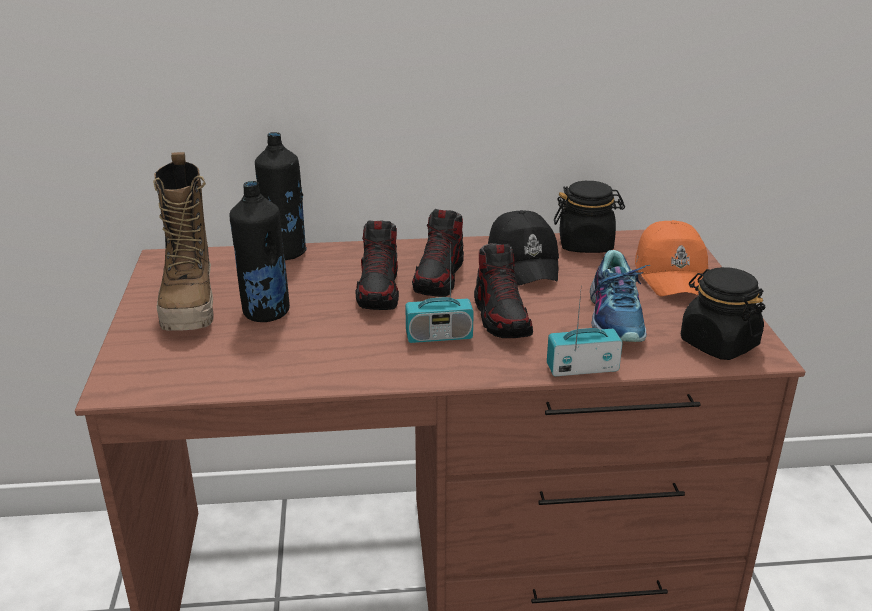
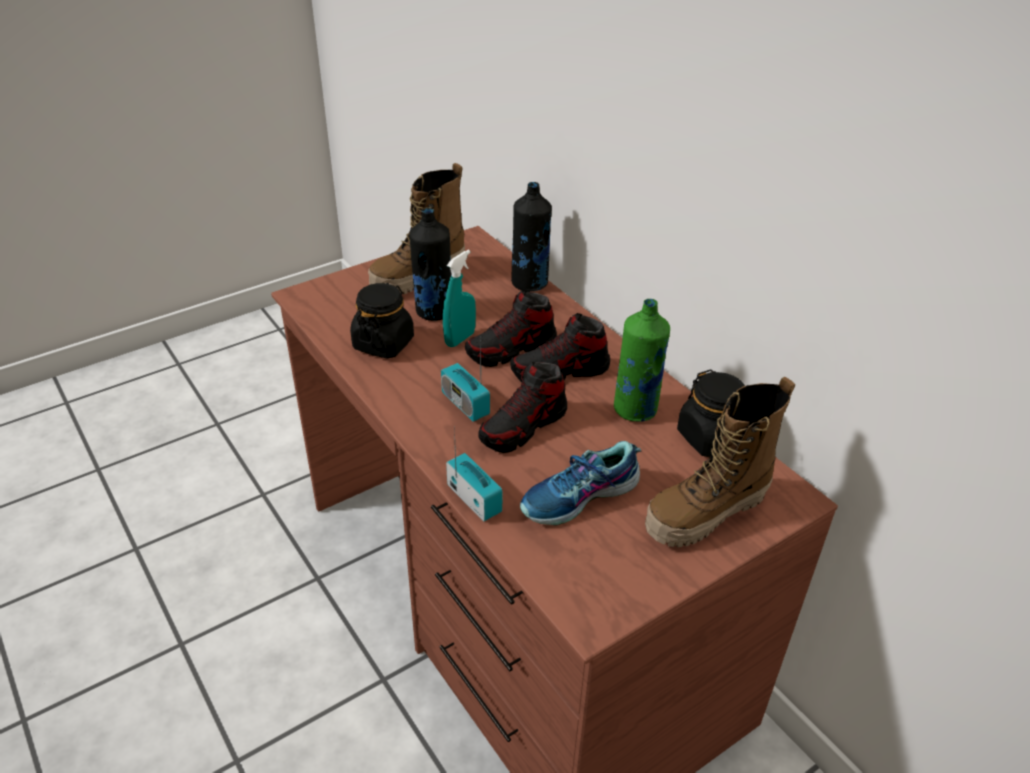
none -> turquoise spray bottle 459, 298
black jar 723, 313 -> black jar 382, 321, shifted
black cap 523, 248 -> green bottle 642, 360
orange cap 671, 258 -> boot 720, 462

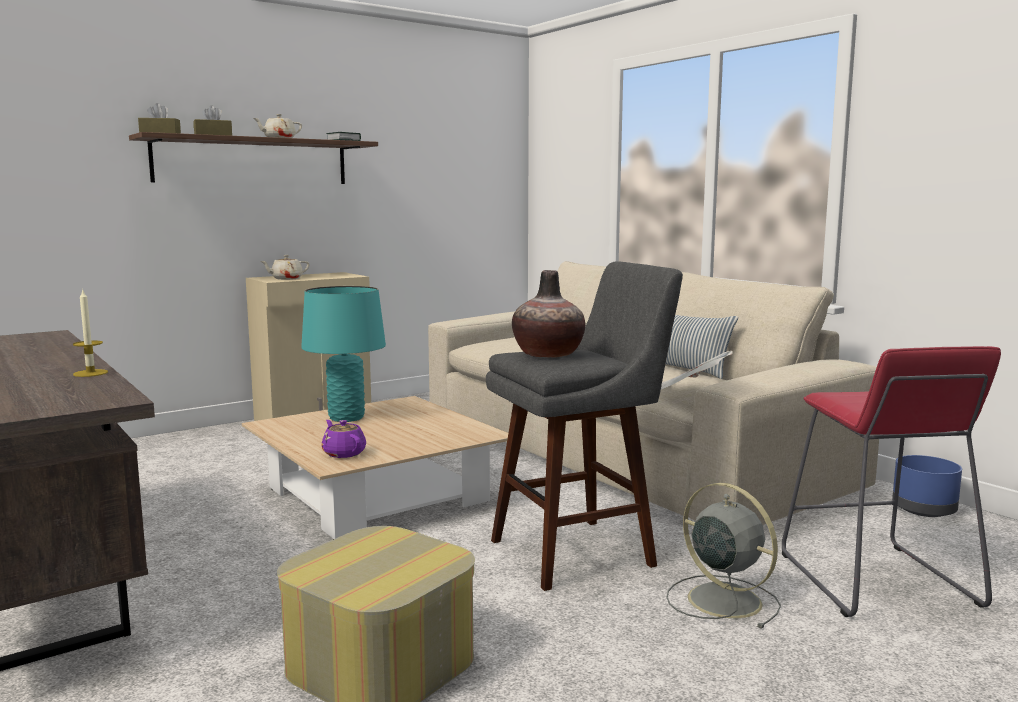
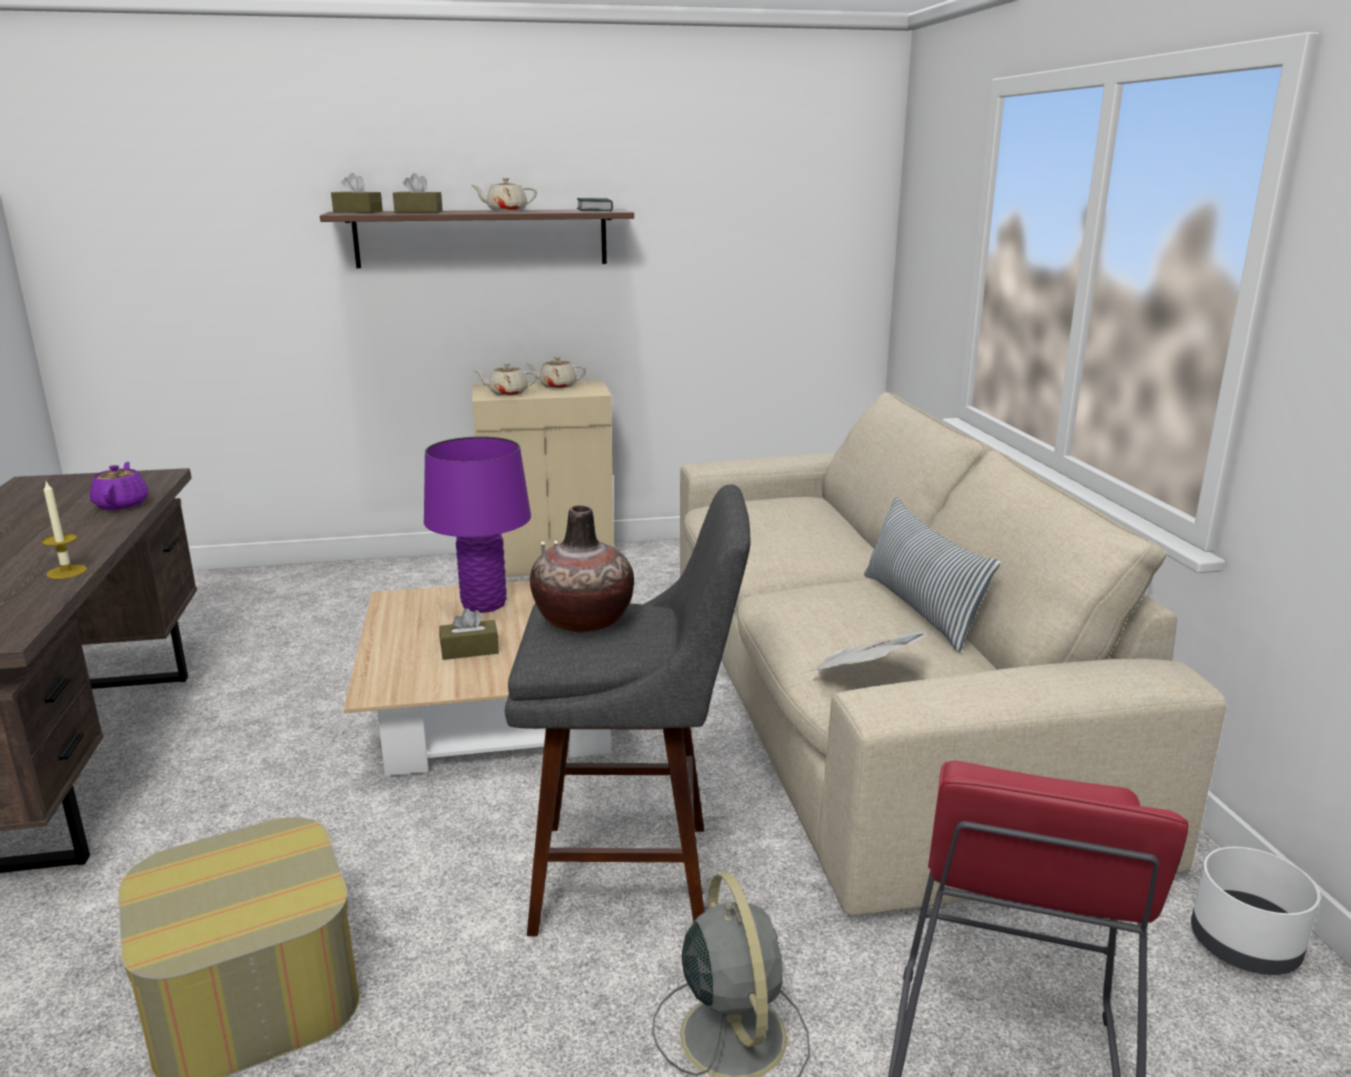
none -> brown tissue box 469, 634
none -> beige teapot 556, 373
purple teapot 344, 439 -> purple teapot 119, 486, shifted
turquoise table lamp 343, 354 -> purple table lamp 477, 525
blue planter 927, 486 -> white planter 1255, 911

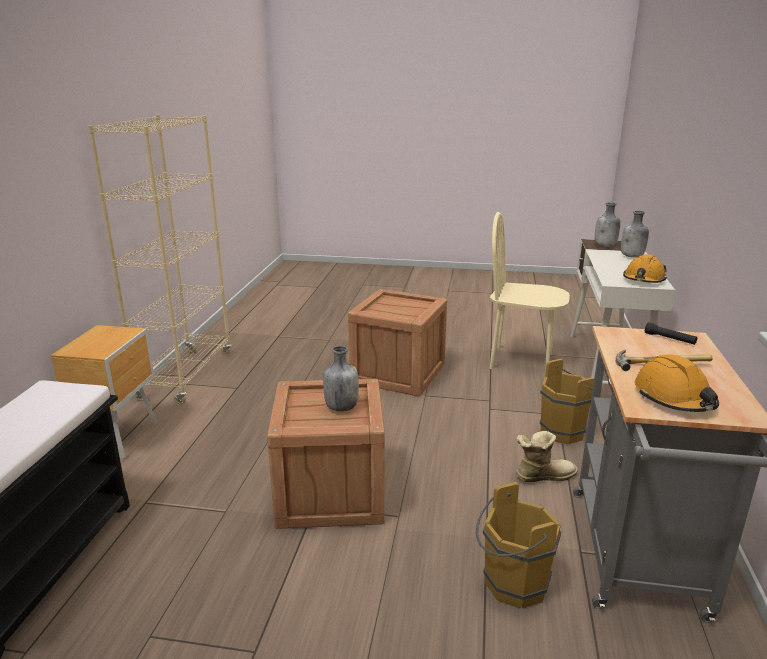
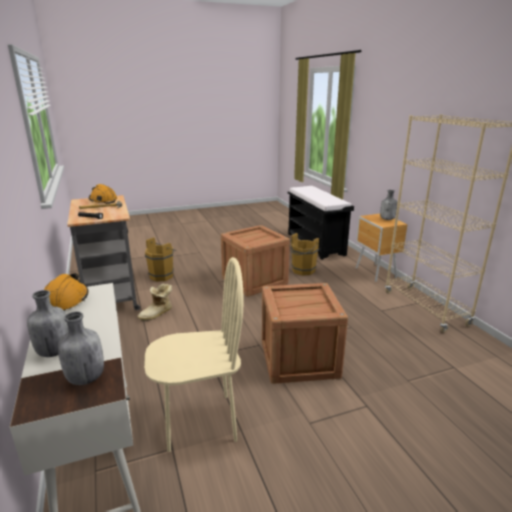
grey bottle 341, 379 -> grey bottle 389, 205, shifted
brown bucket 567, 401 -> brown bucket 304, 254, shifted

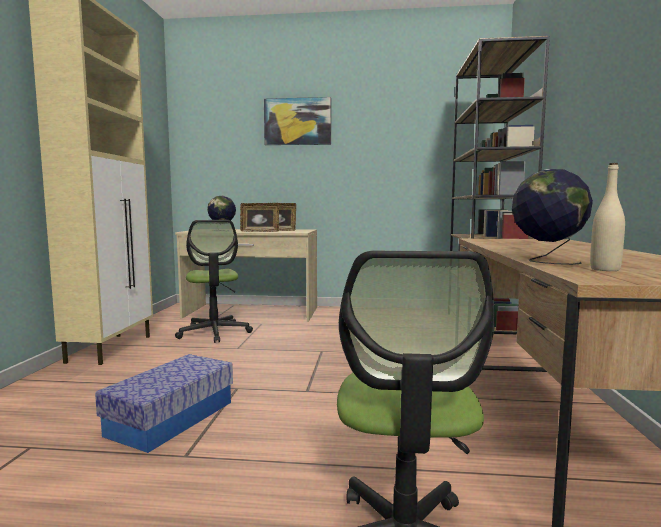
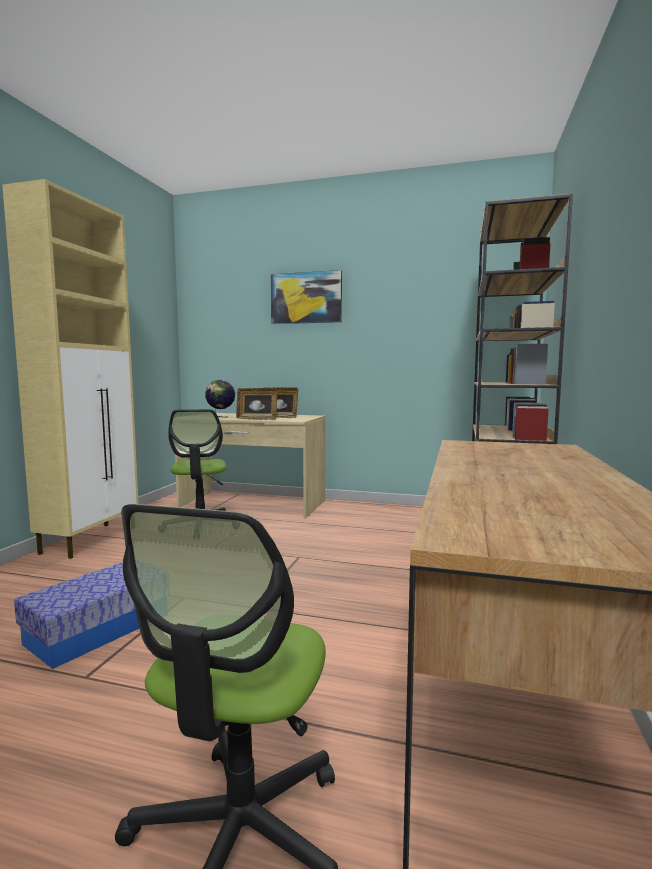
globe 552, 217 -> none
beige bottle 607, 217 -> none

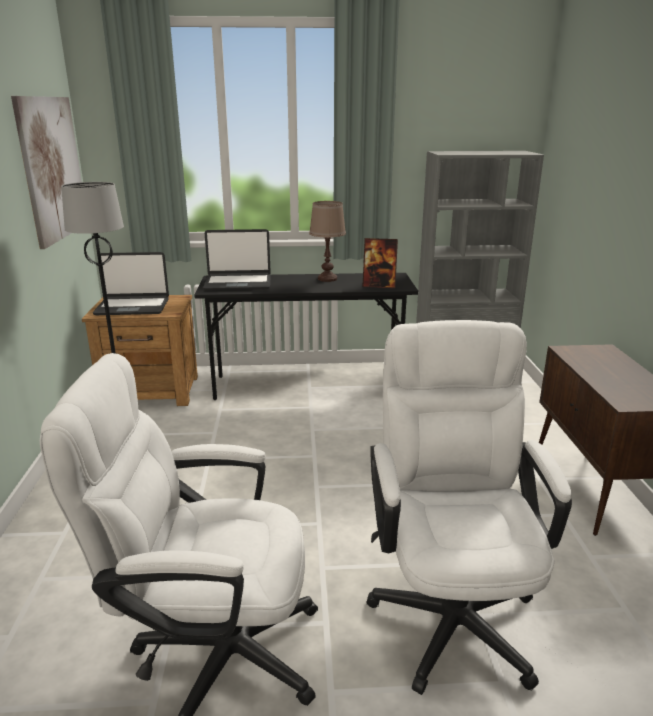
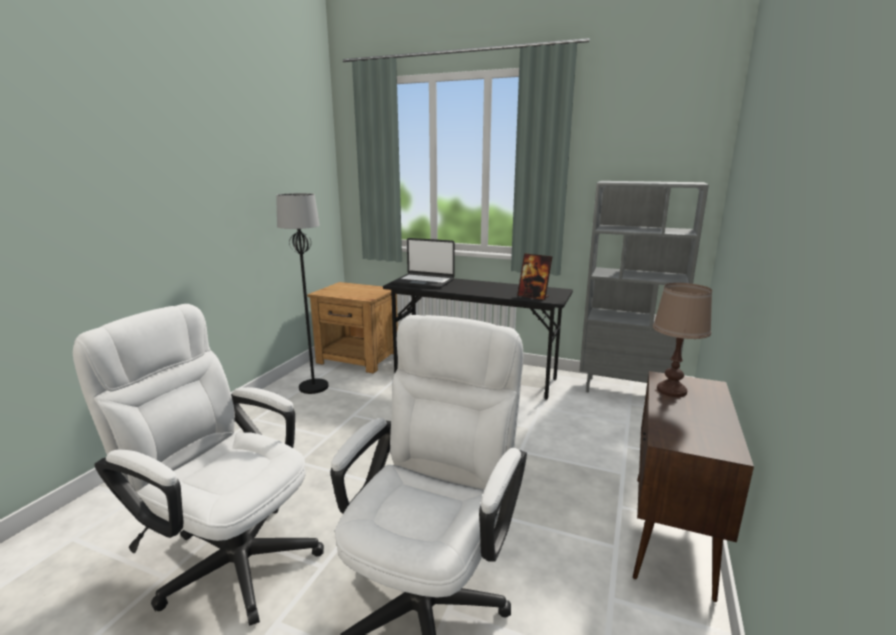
picture 46, 172 -> none
laptop 131, 283 -> none
brown table lamp 327, 241 -> brown table lamp 682, 340, shifted

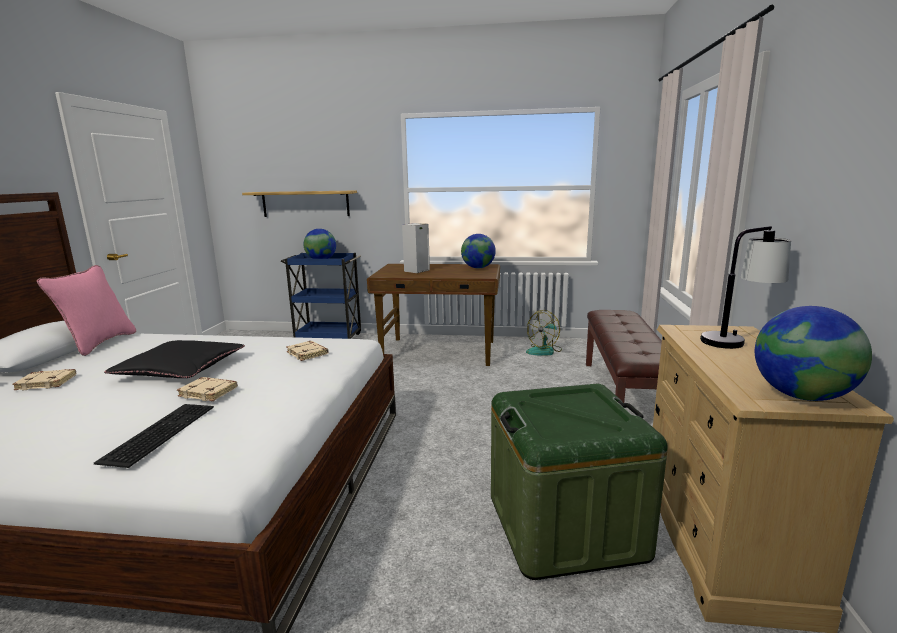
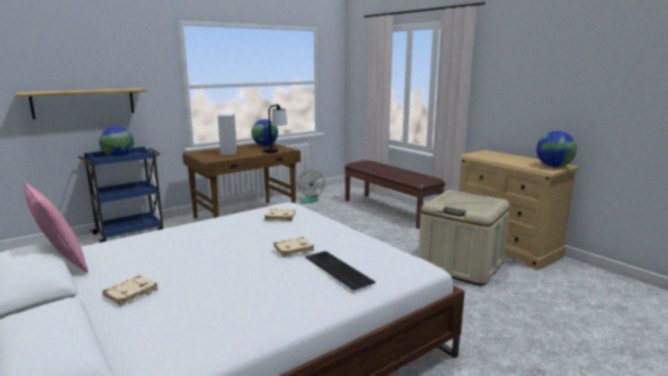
black pillow 174, 359 -> none
table lamp 745, 287 -> table lamp 275, 128, shifted
green storage box 579, 482 -> beige storage box 464, 238

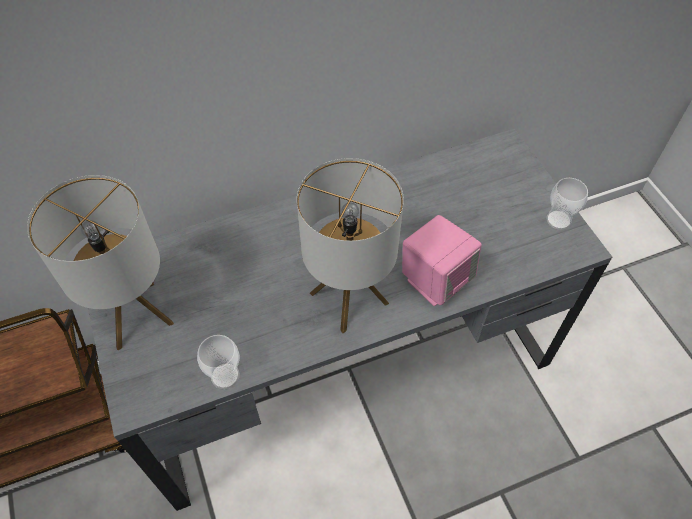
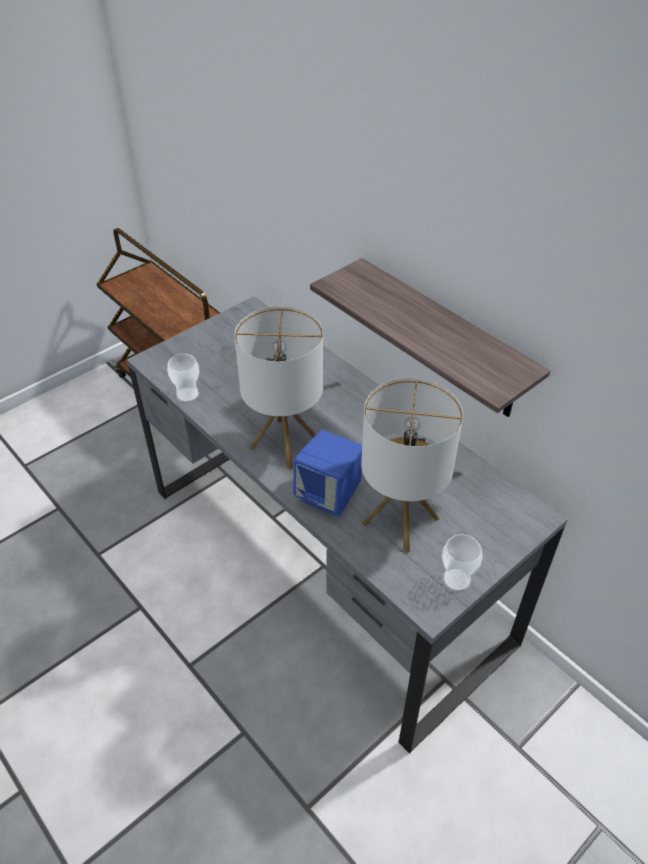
none -> shelf 430, 337
table lamp 100, 262 -> table lamp 412, 466, shifted
pink speaker 442, 260 -> blue speaker 327, 473

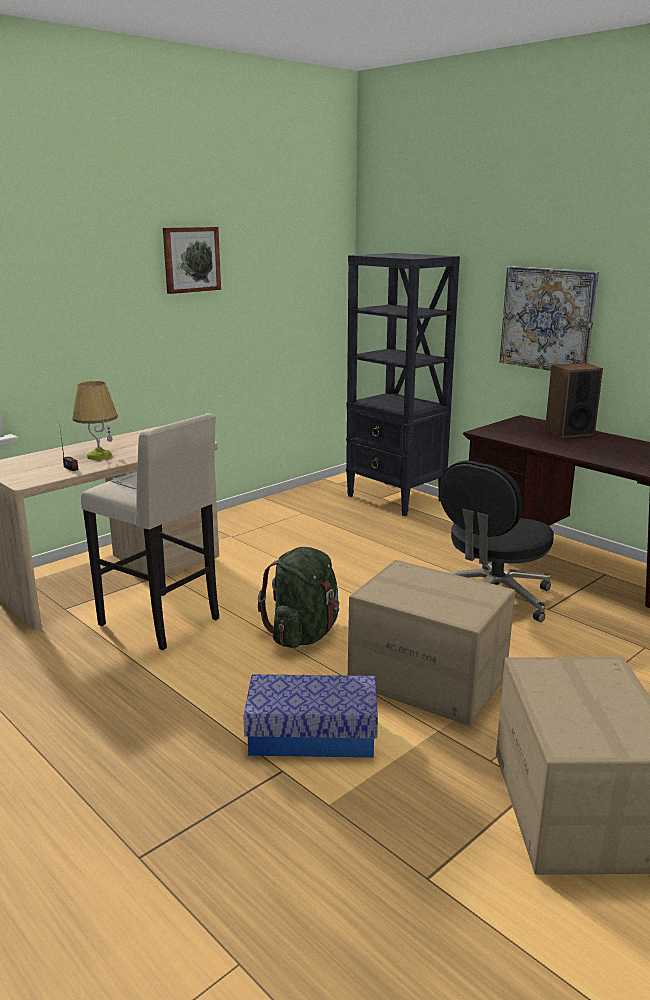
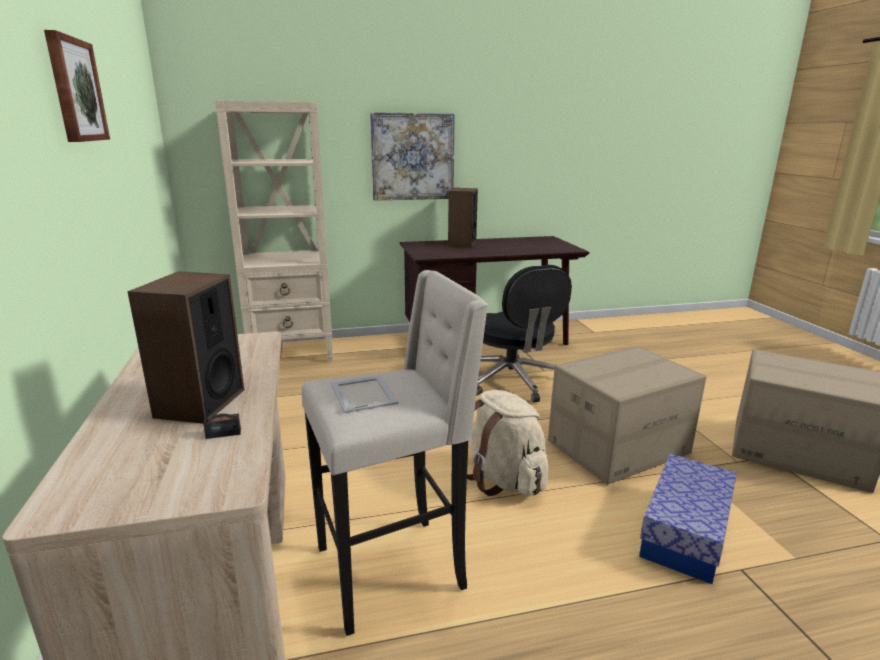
table lamp 95, 420 -> speaker 185, 347
green backpack 299, 597 -> beige backpack 507, 443
black bookcase 403, 384 -> beige bookcase 274, 231

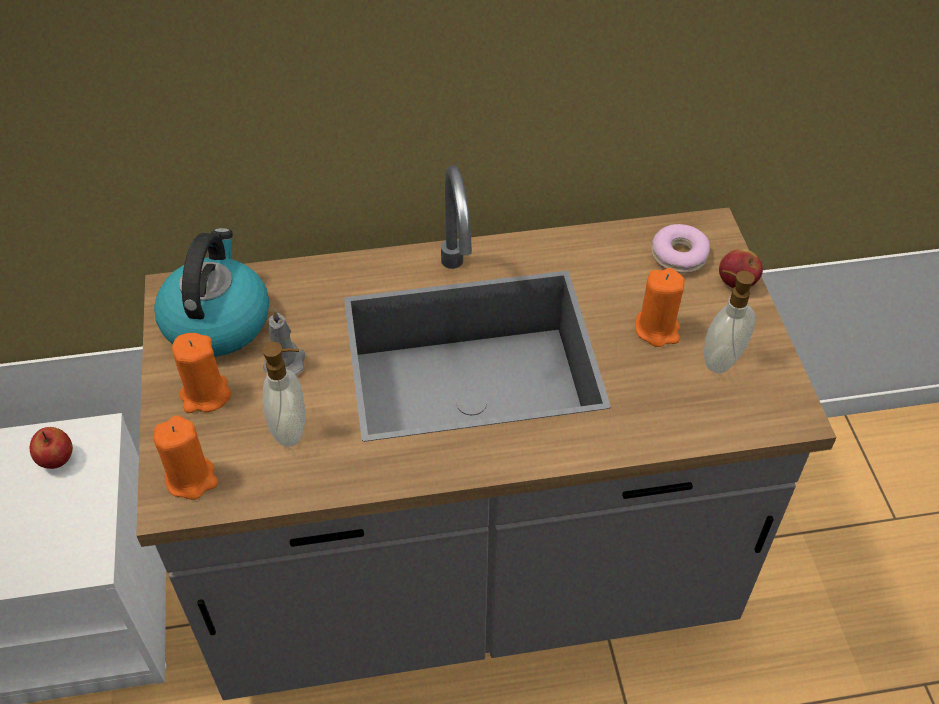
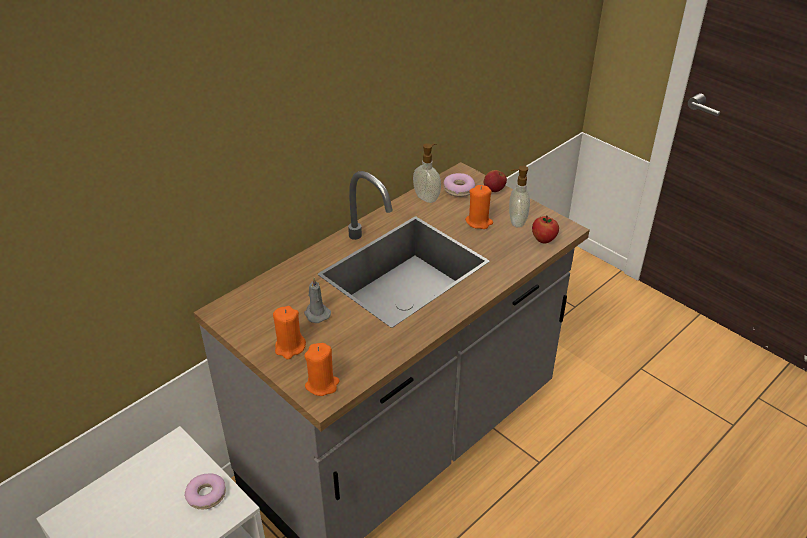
kettle 211, 292 -> none
none -> donut 205, 491
apple 51, 448 -> apple 545, 229, shifted
soap dispenser 283, 394 -> soap dispenser 427, 173, shifted

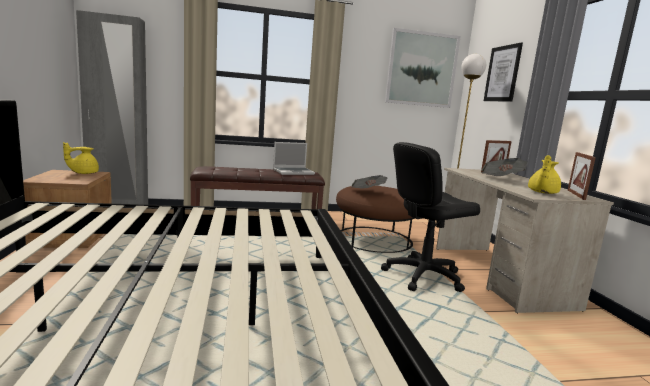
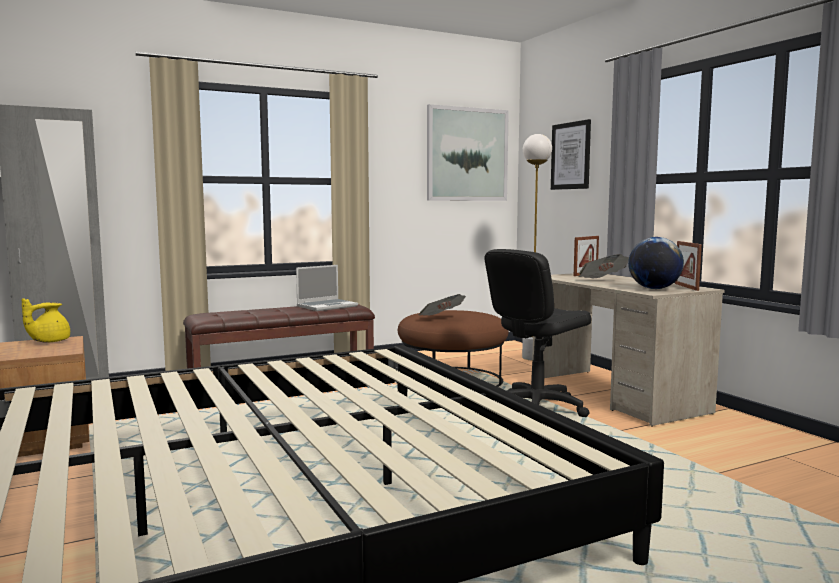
yellow teapot 544, 174 -> globe 656, 263

